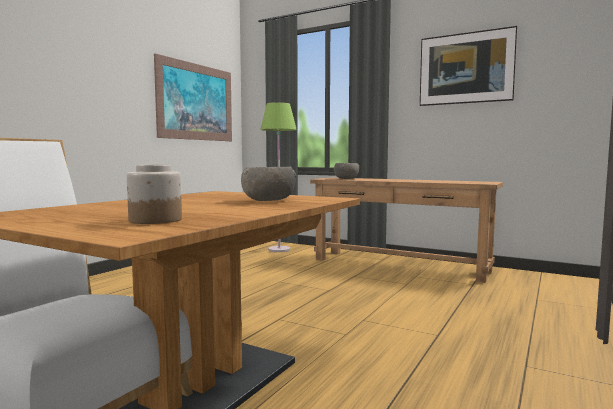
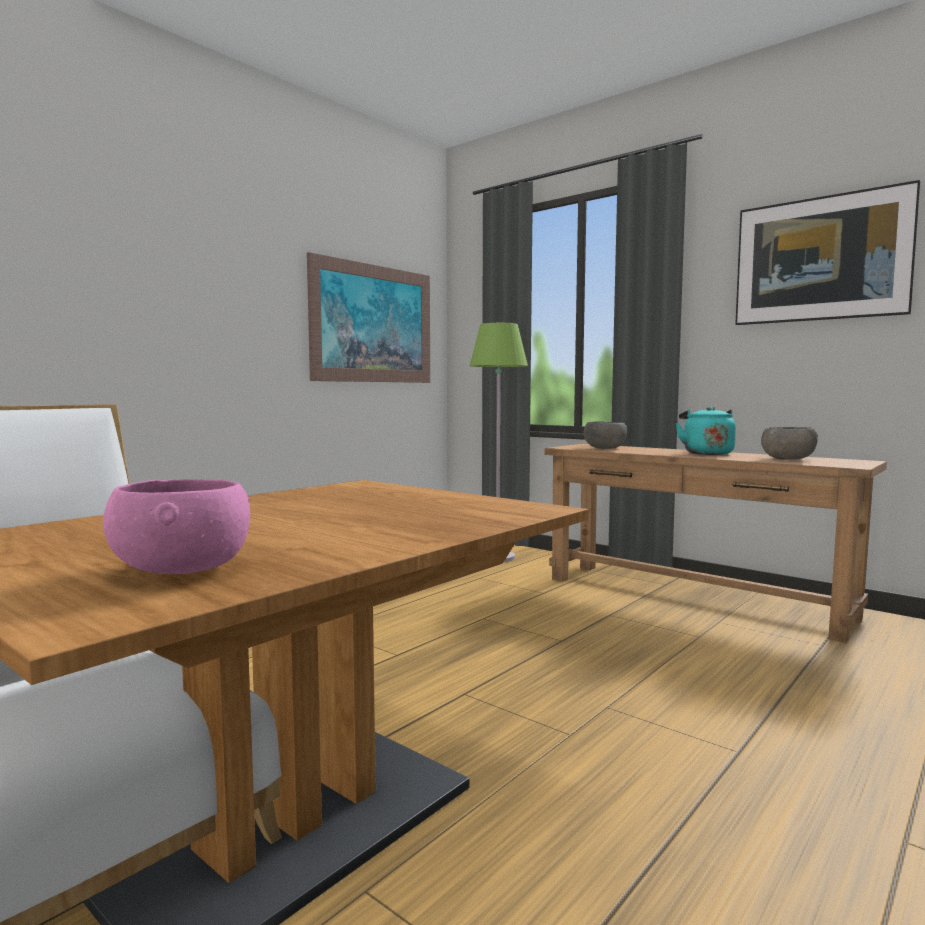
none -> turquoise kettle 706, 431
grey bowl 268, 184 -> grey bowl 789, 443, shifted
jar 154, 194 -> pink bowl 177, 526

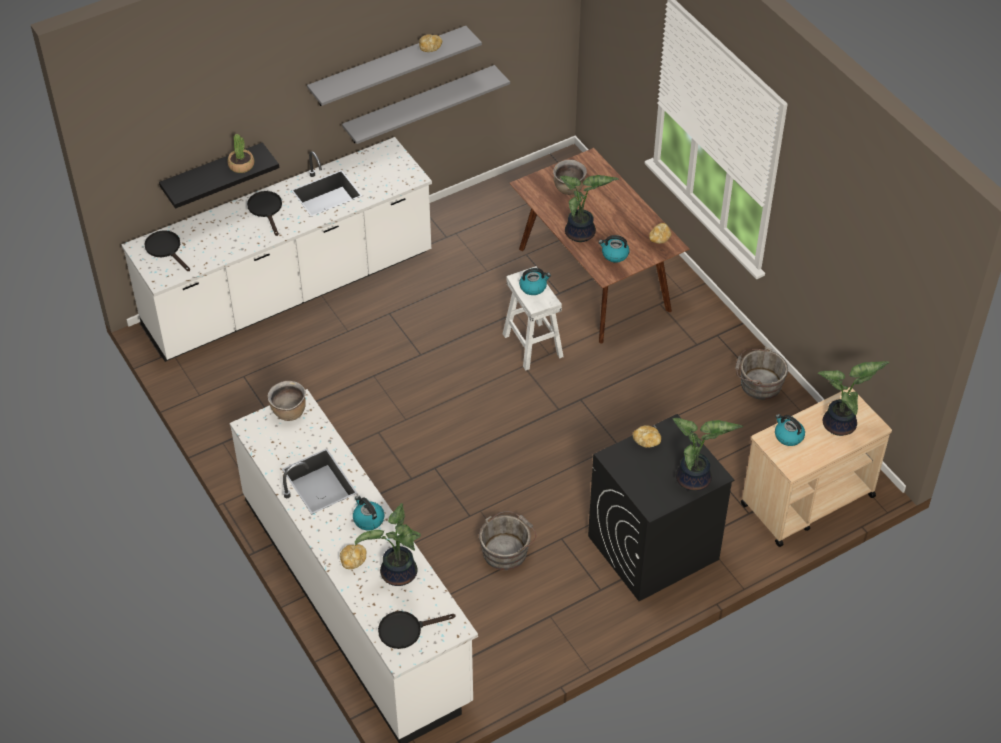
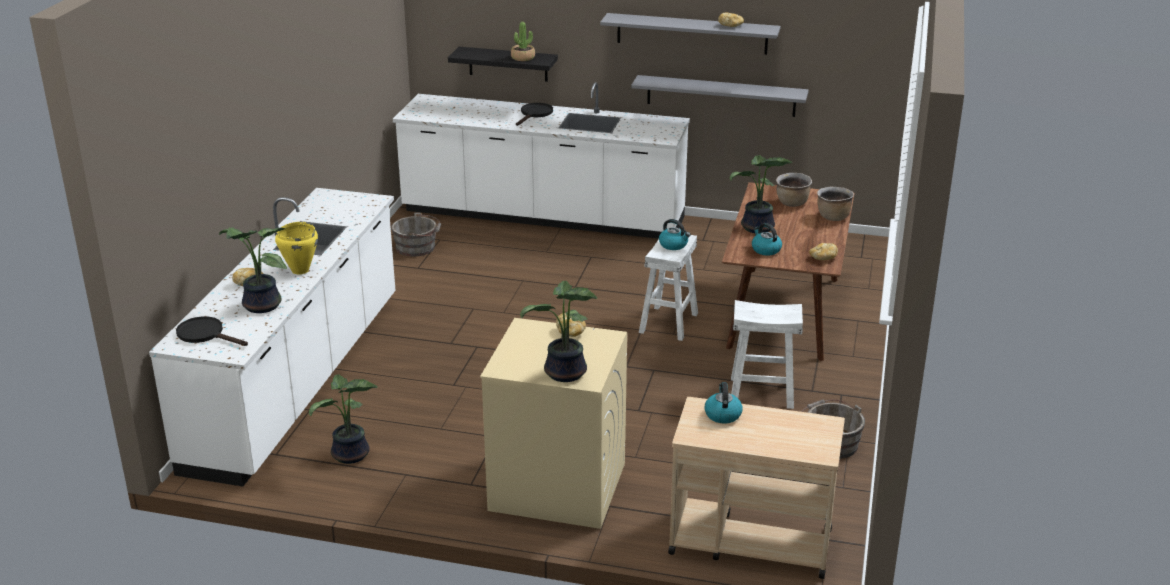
black frying pan 167, 250 -> none
none -> white stool 767, 354
brown cooking pot 287, 401 -> brown cooking pot 835, 204, shifted
grey bucket 507, 540 -> grey bucket 416, 235, shifted
potted plant 854, 398 -> potted plant 343, 419, shifted
kettle 368, 513 -> yellow cooking pot 296, 248
black washing machine 661, 507 -> beige washing machine 553, 423

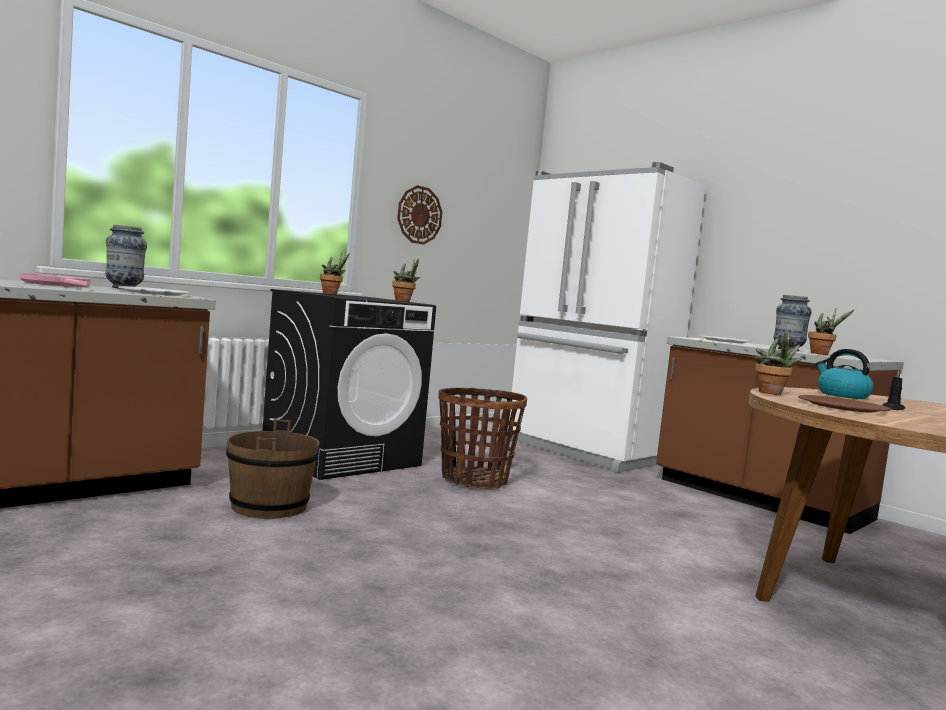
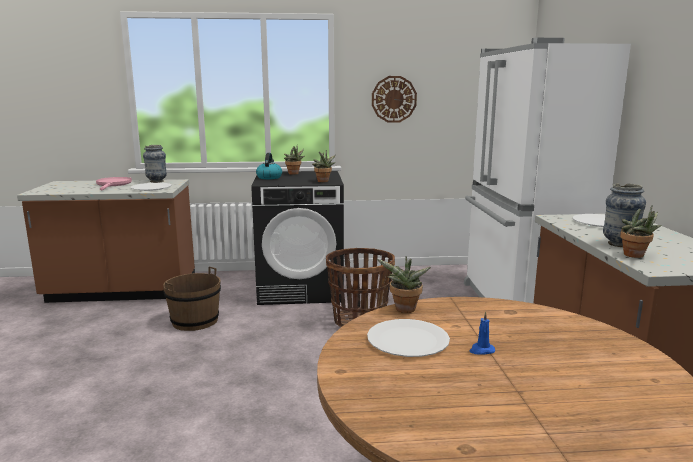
kettle 844, 374 -> kettle 269, 166, shifted
brown plate 844, 404 -> white plate 408, 338
black candle 893, 390 -> blue candle 482, 333

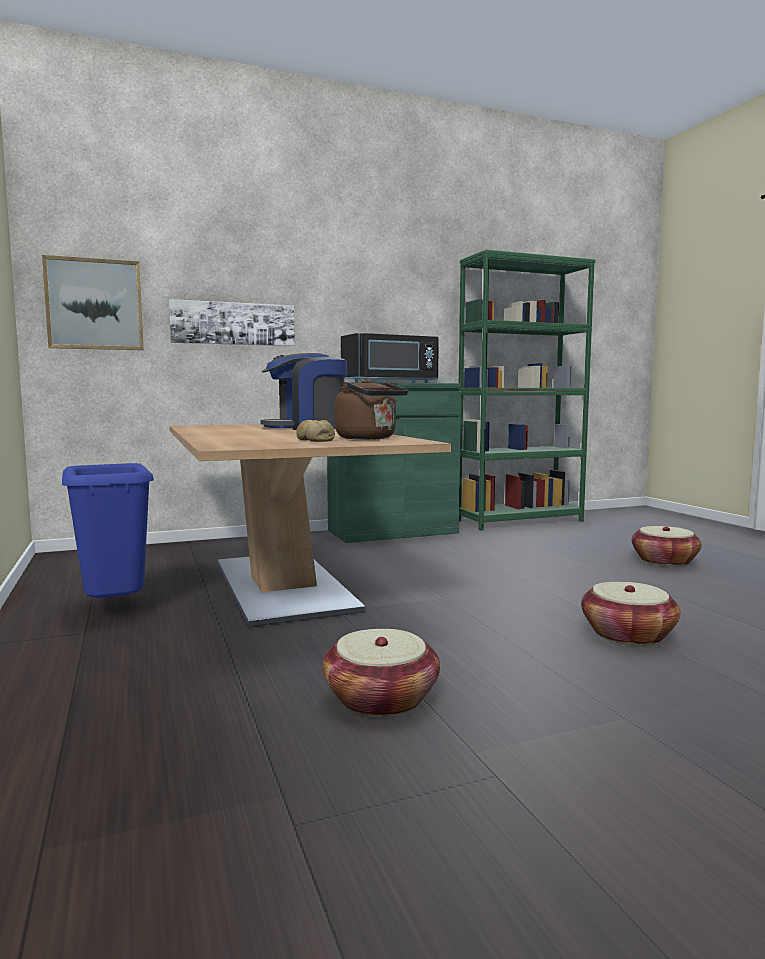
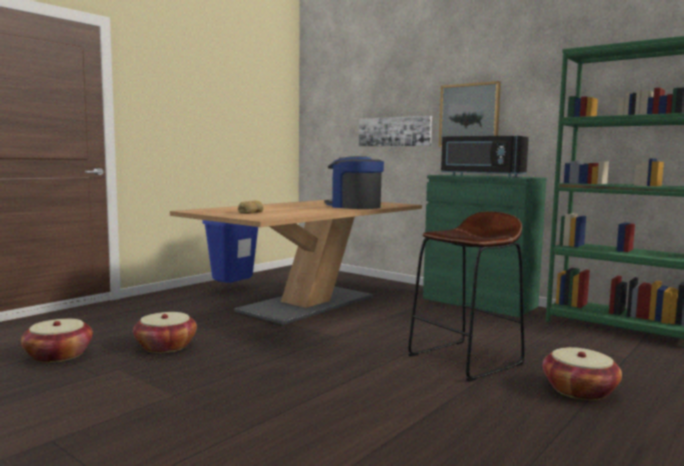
brown kettle 371, 409 -> none
none -> brown stool 466, 297
picture 93, 302 -> picture 470, 114, shifted
basket 630, 614 -> basket 57, 341, shifted

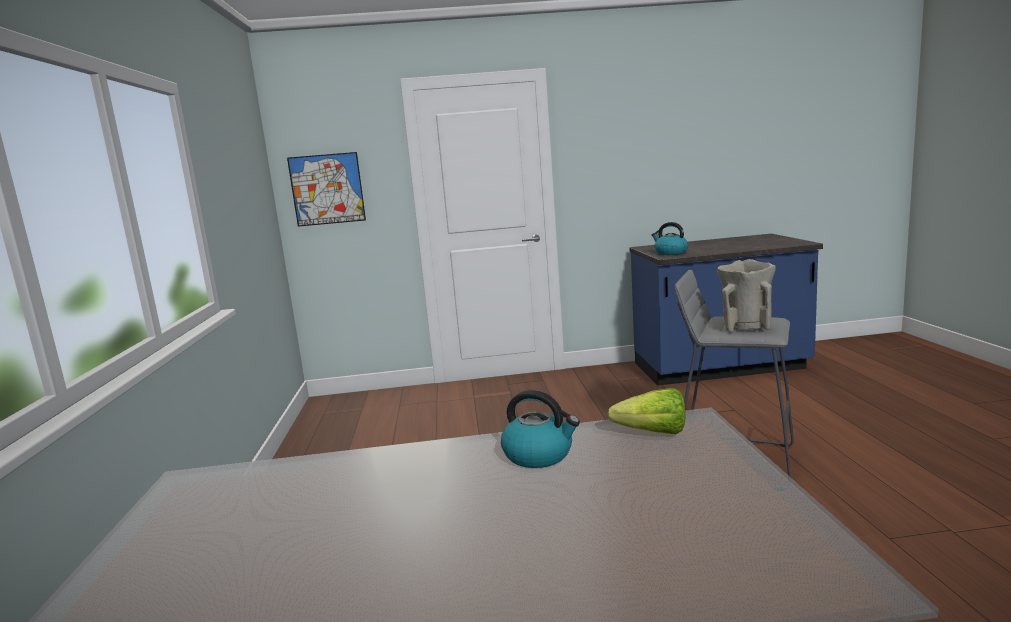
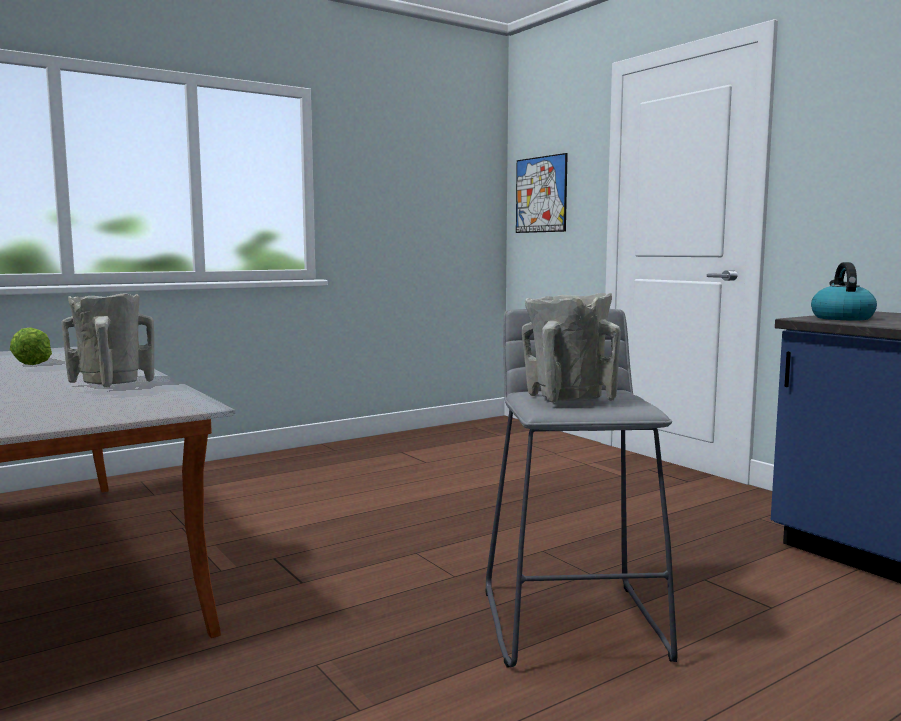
lettuce 646, 411 -> lettuce 31, 346, shifted
kettle 540, 429 -> beige vase 108, 340

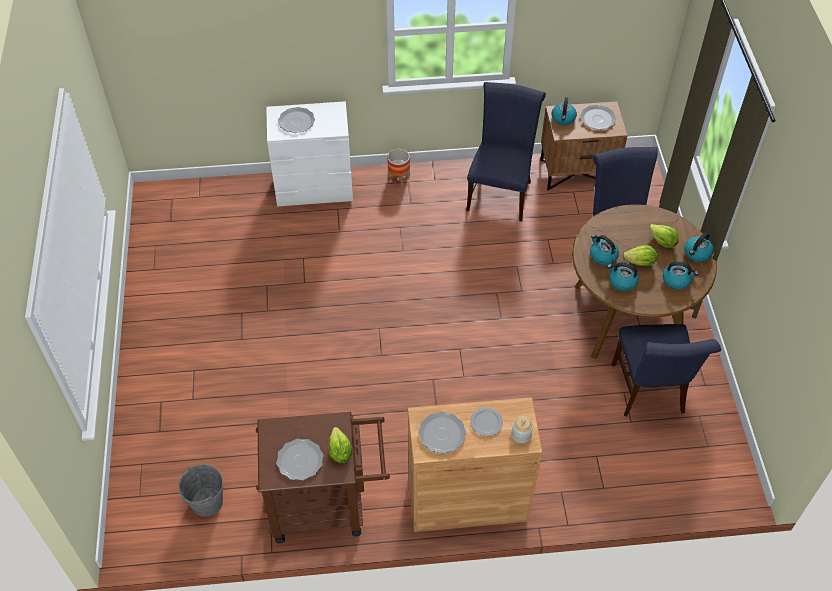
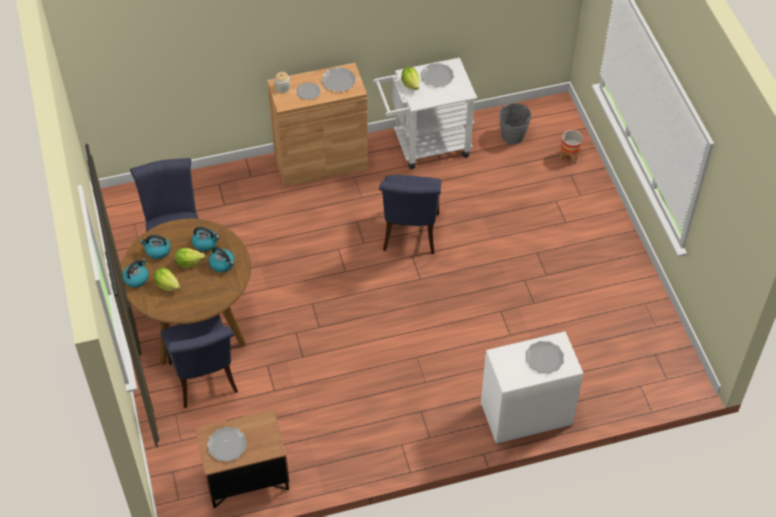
kettle 564, 111 -> none
planter 398, 167 -> planter 571, 147, shifted
blue chair 506, 151 -> blue chair 410, 214, shifted
brown cart 323, 477 -> white cart 425, 113

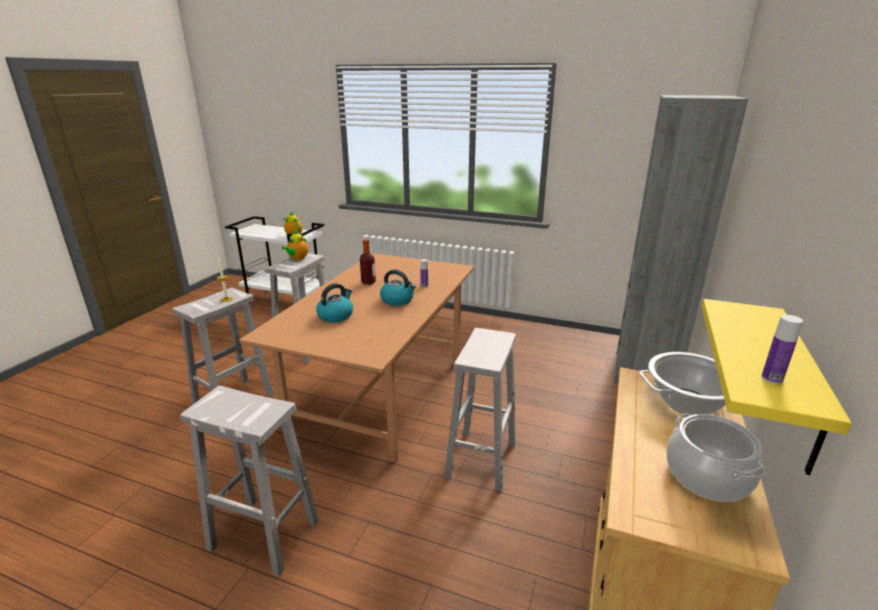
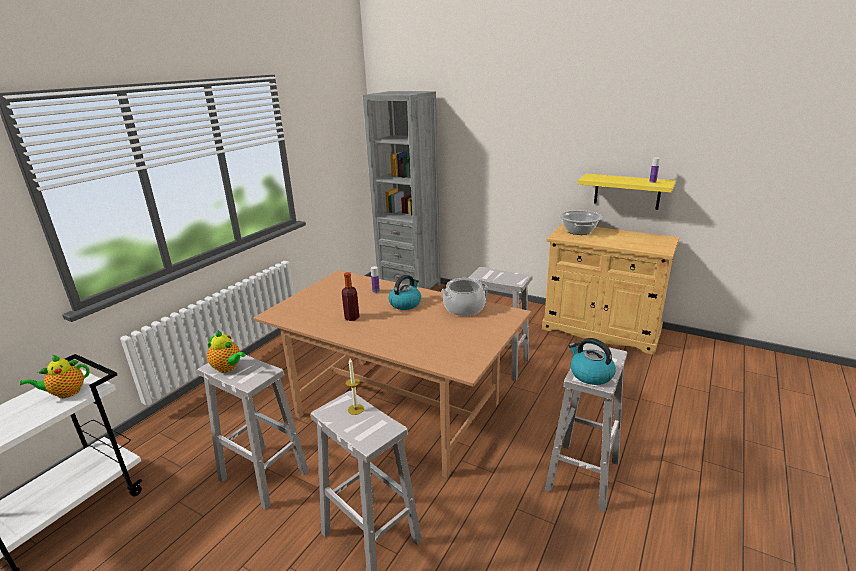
kettle 334, 303 -> kettle 592, 361, shifted
cooking pot 715, 457 -> cooking pot 464, 297, shifted

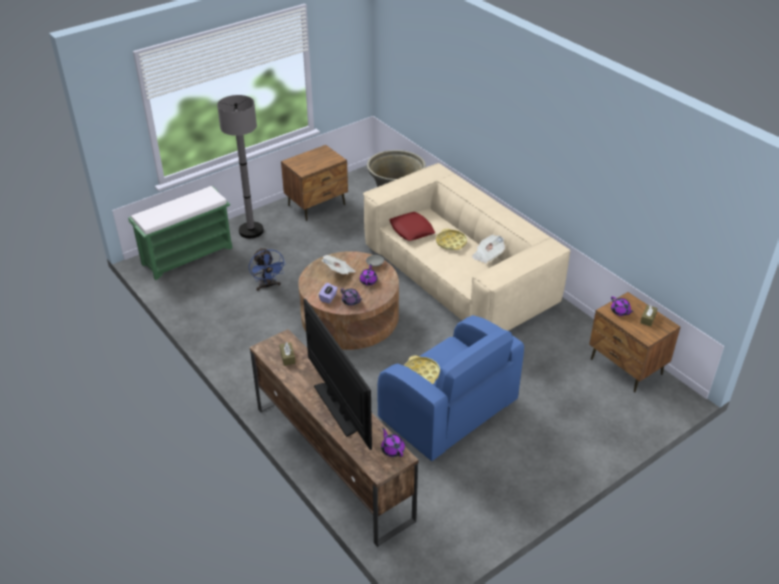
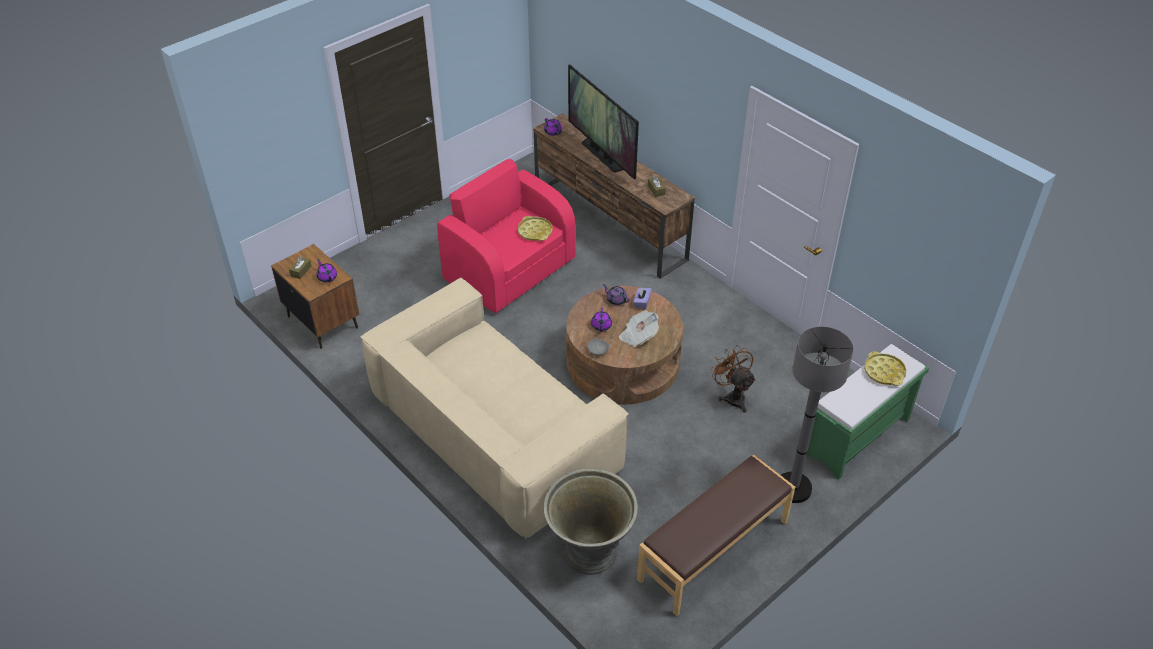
red pillow 412, 226 -> none
newspaper 488, 249 -> none
yellow tray 451, 239 -> yellow tray 885, 368, shifted
brown nightstand 314, 183 -> brown bench 716, 535
blue fan 267, 269 -> brown fan 733, 379
blue armchair 450, 388 -> pink armchair 506, 236

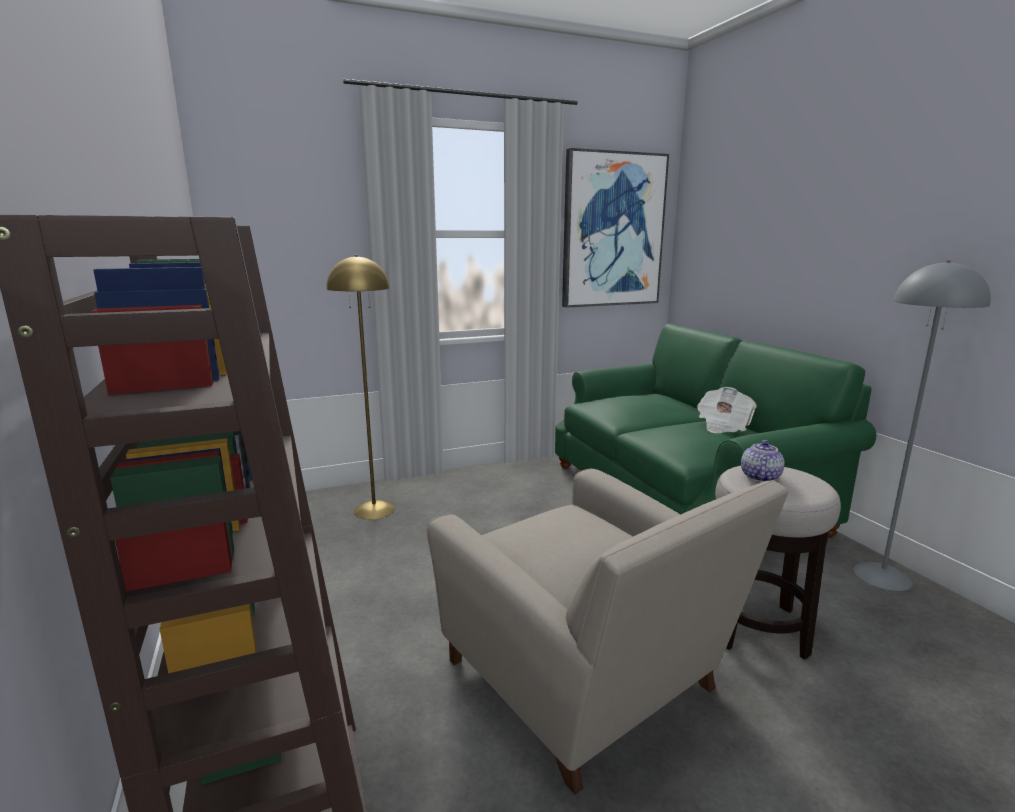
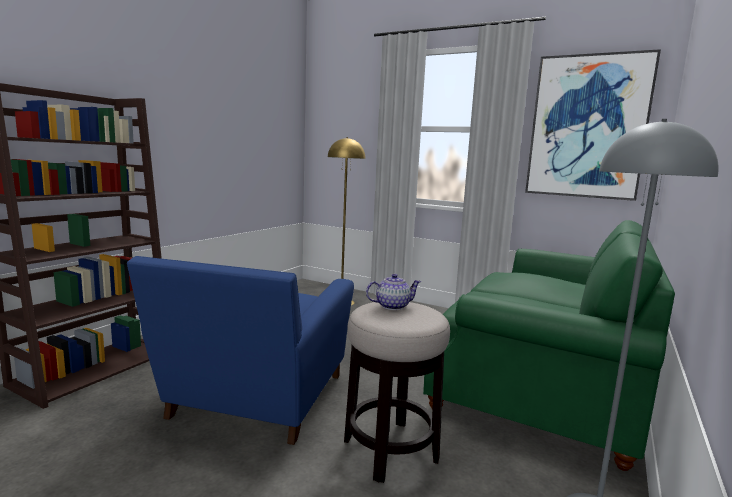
newspaper 727, 410 -> none
beige armchair 607, 632 -> blue armchair 240, 350

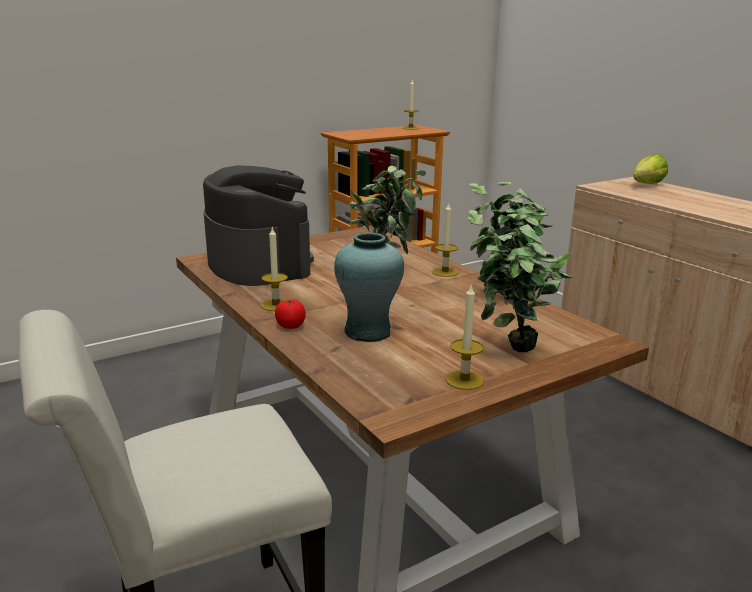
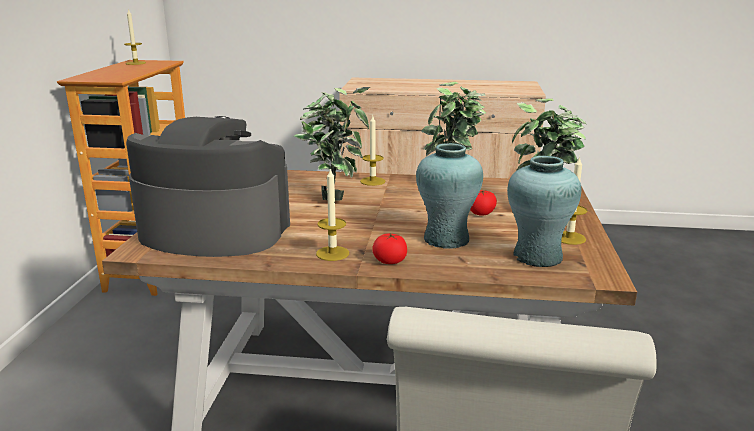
lettuce 650, 169 -> none
none -> tomato 483, 203
none -> turquoise vase 544, 211

